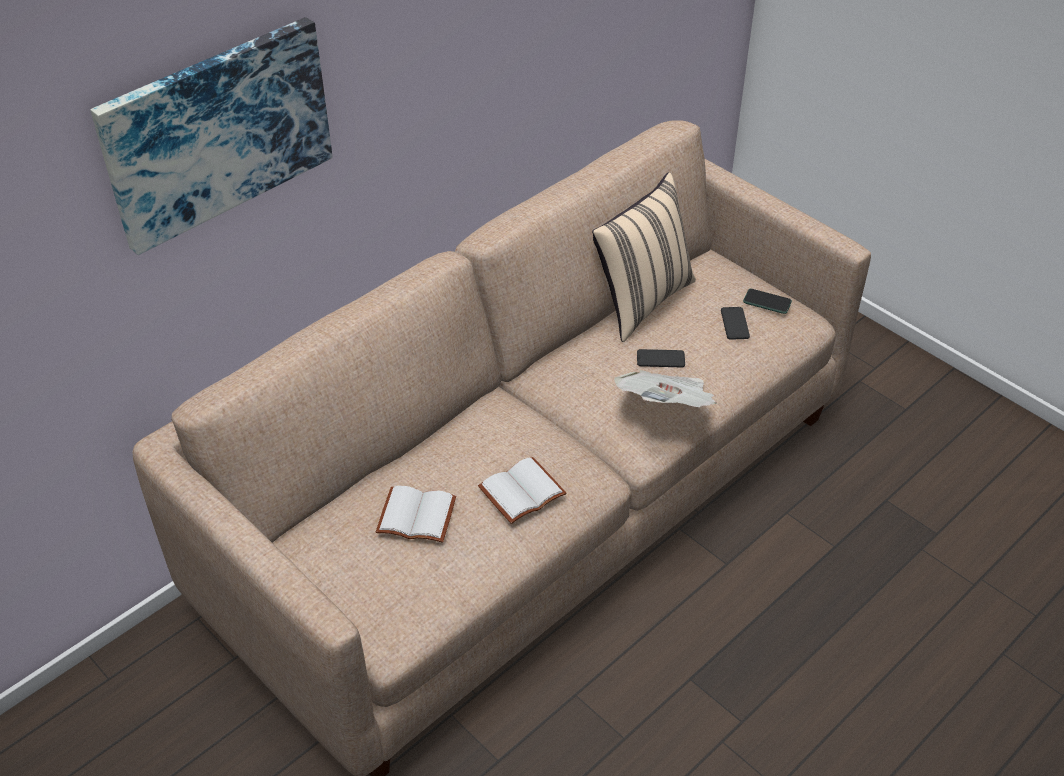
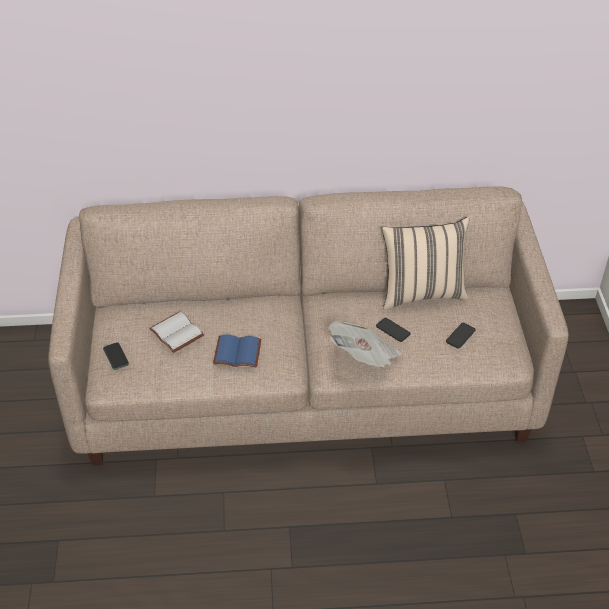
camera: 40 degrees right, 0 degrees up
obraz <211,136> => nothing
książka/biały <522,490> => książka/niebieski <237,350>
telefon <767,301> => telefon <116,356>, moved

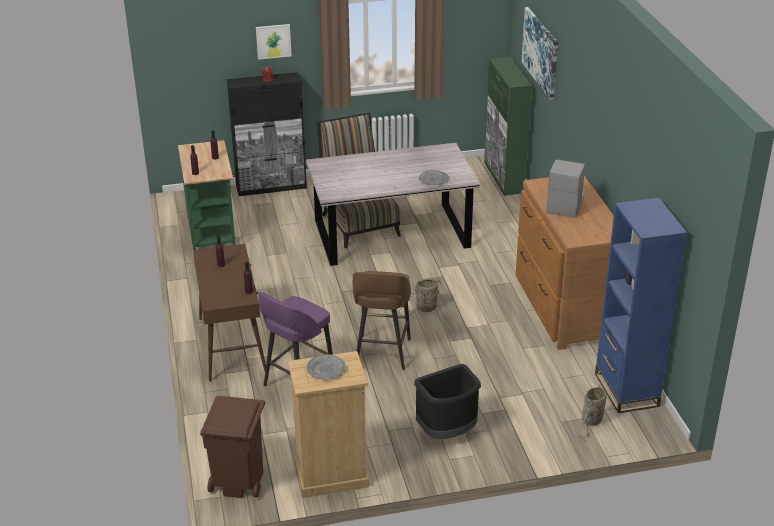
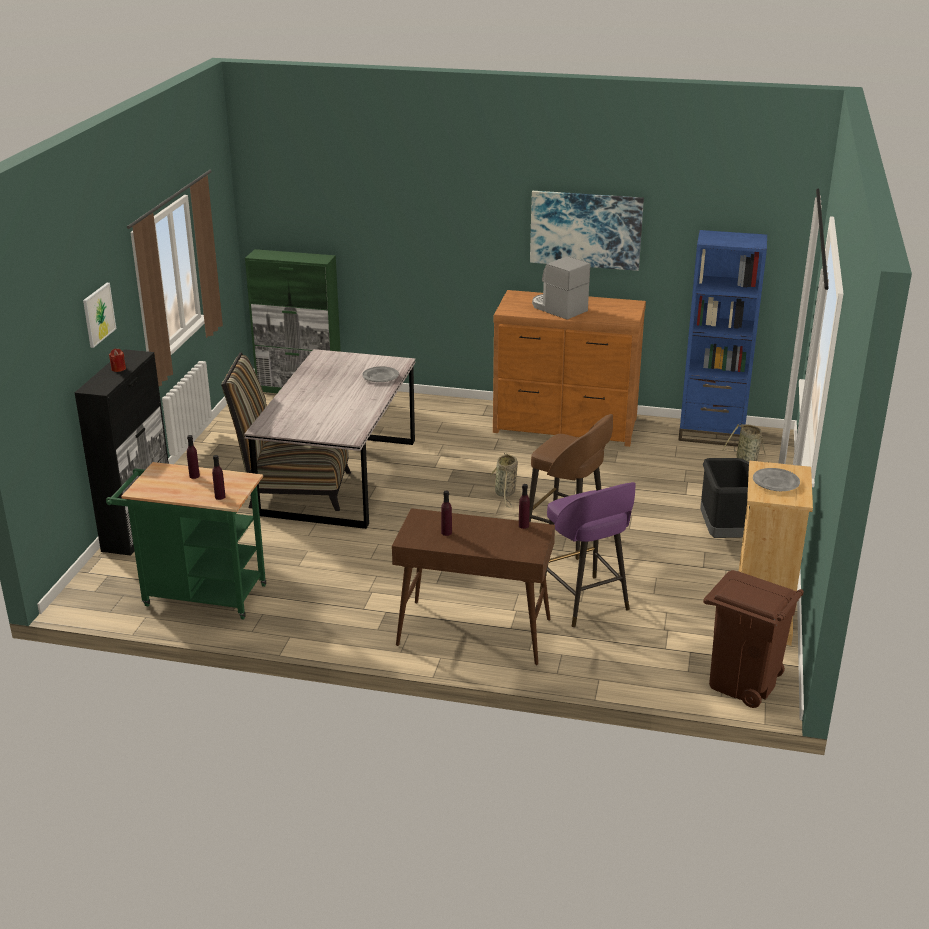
camera: 65 degrees left, 5 degrees down
obraz <539,53> => obraz <587,231>, moved

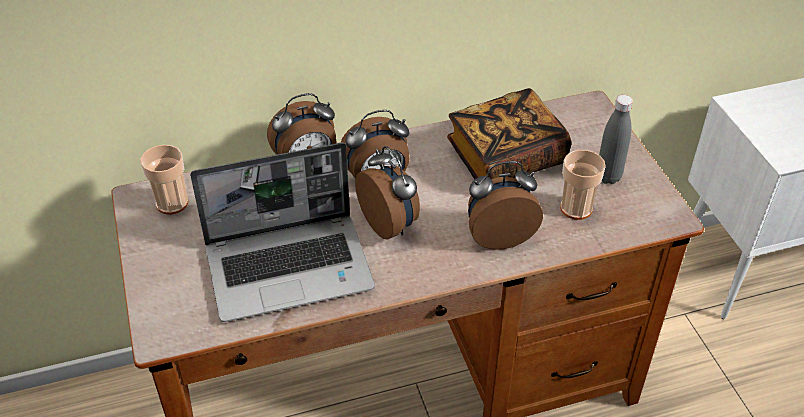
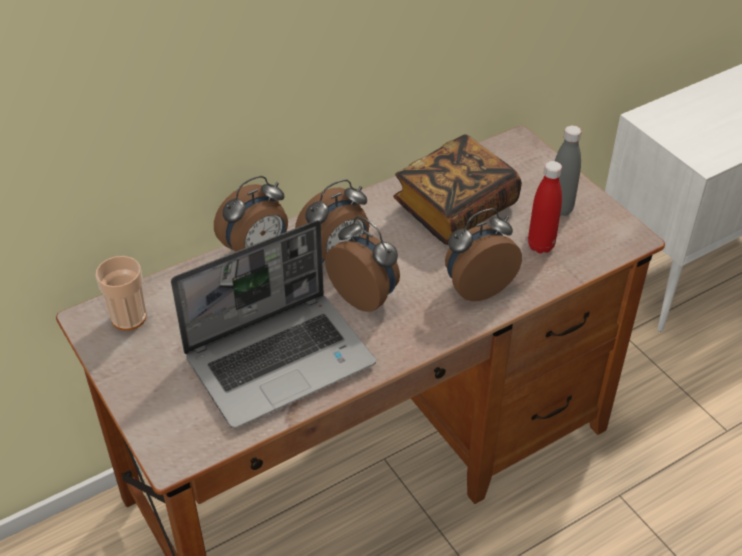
camera: 15 degrees left, 0 degrees up
filiżanka <583,185> => butelka/czerwony <545,207>

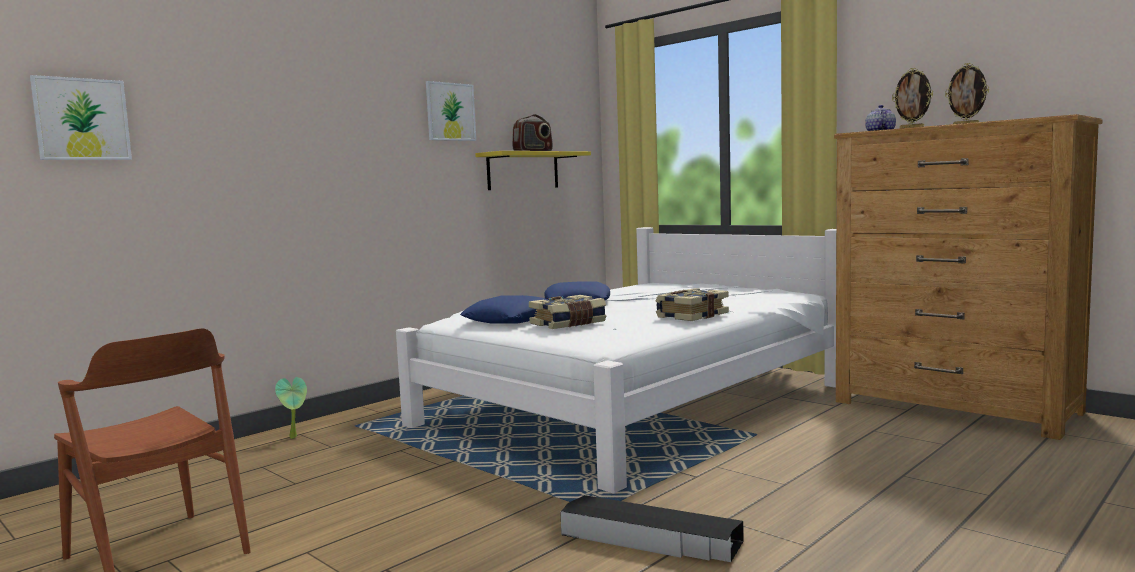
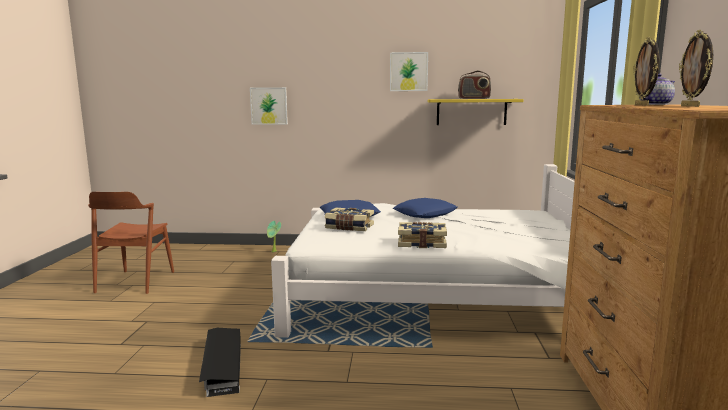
camera: 50 degrees right, 5 degrees up
obraz <81,117> => obraz <269,106>, moved

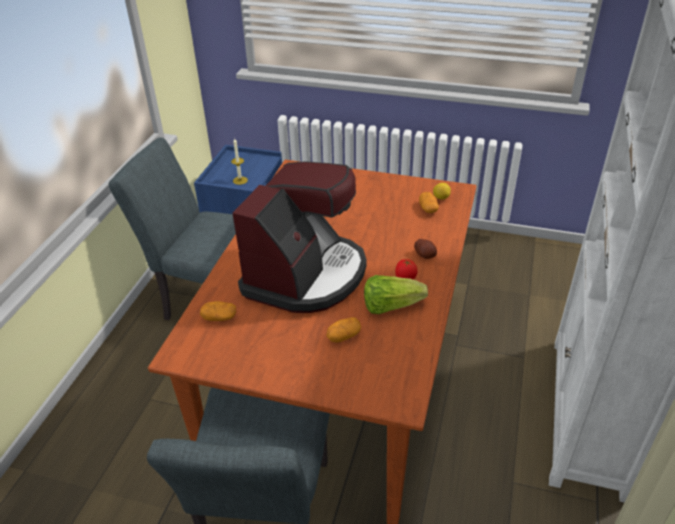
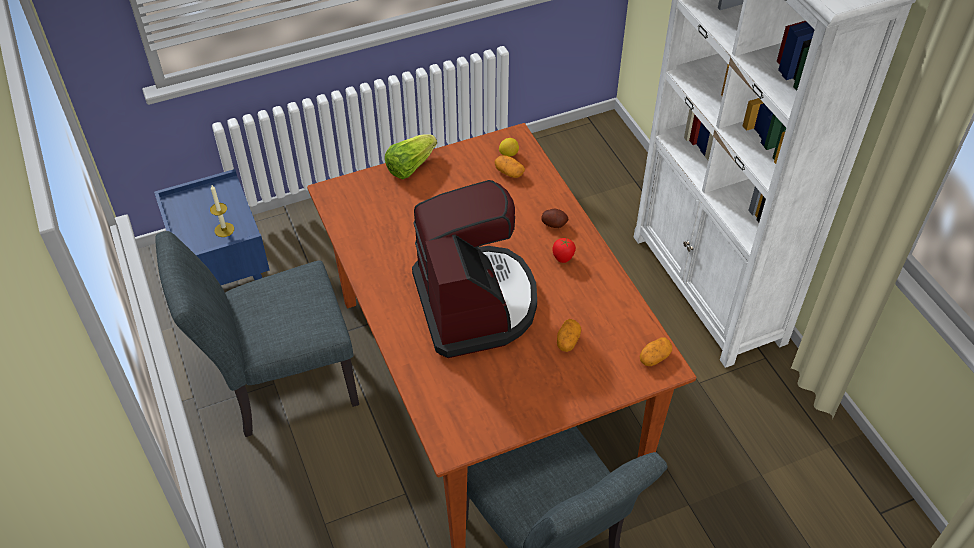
camera: 40 degrees left, 10 degrees up
ziemniak <218,311> => ziemniak <656,351>, moved
sałata <396,294> => sałata <411,156>, moved

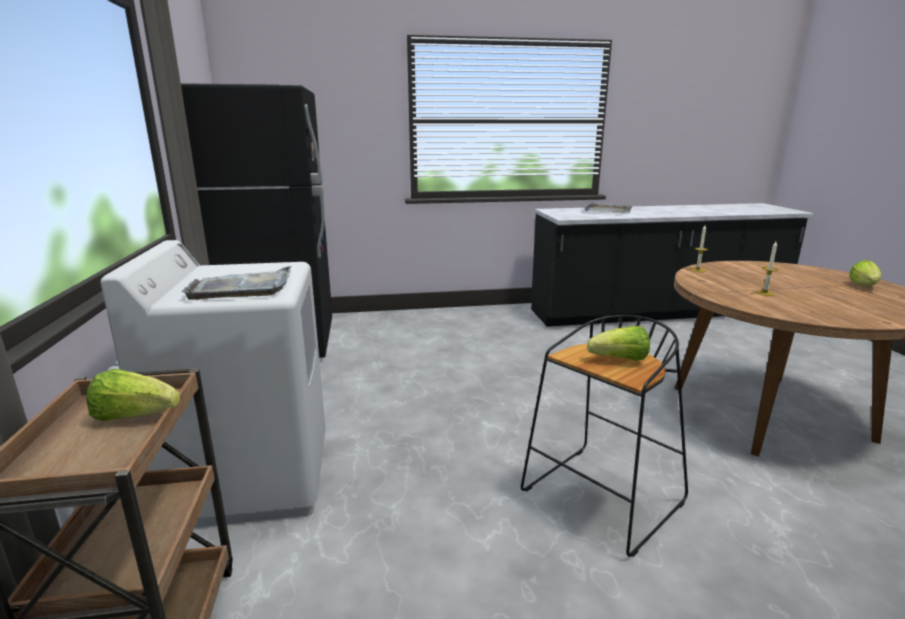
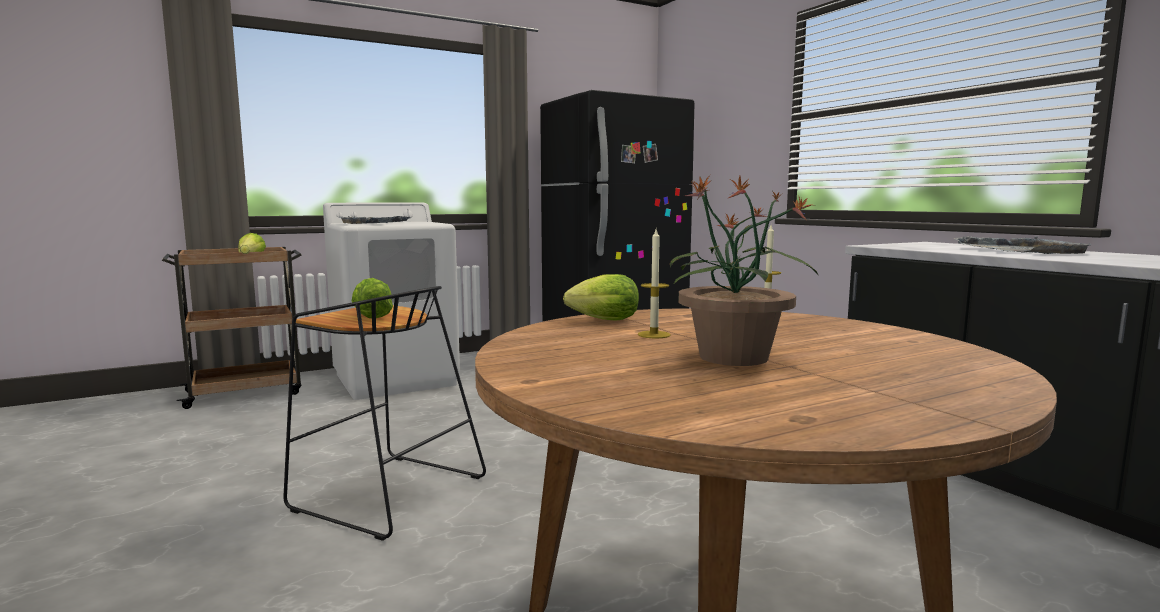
camera: 70 degrees right, 10 degrees down
sałata <865,273> => sałata <601,297>, moved
nothing => roślina doniczkowa <744,270>

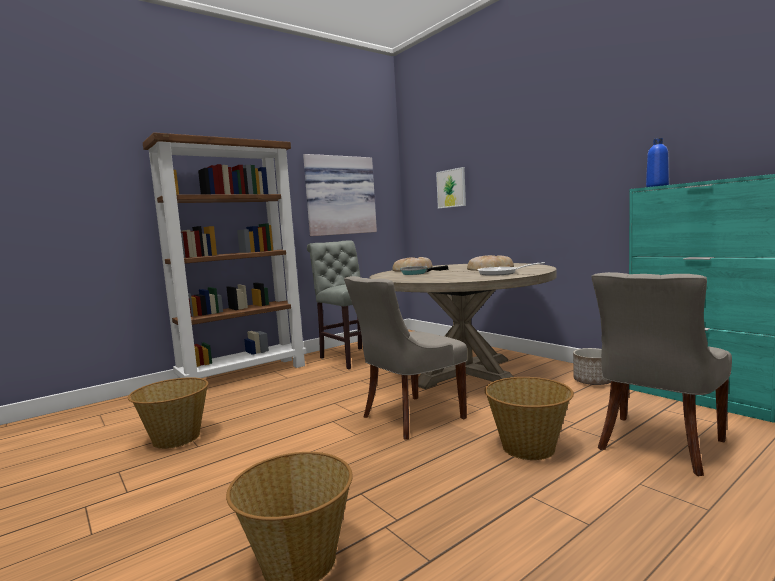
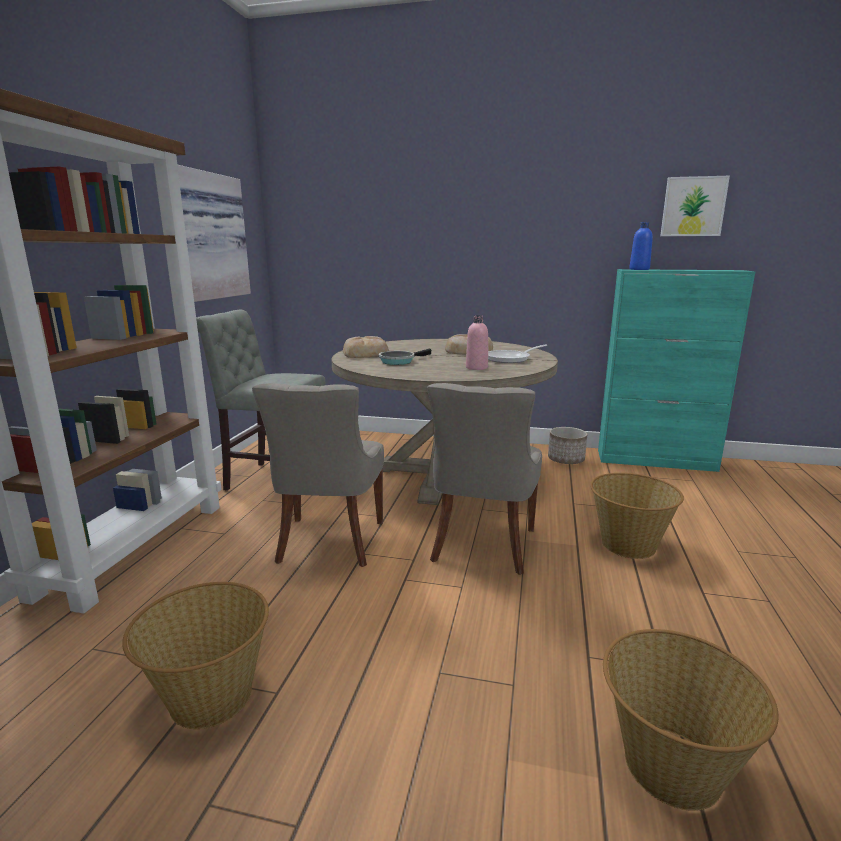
camera: 40 degrees left, 10 degrees up
obraz <451,188> => obraz <695,206>, moved
krzesło/szary <662,374> => krzesło/szary <318,475>, moved
nothing => butelka/różowy <477,342>

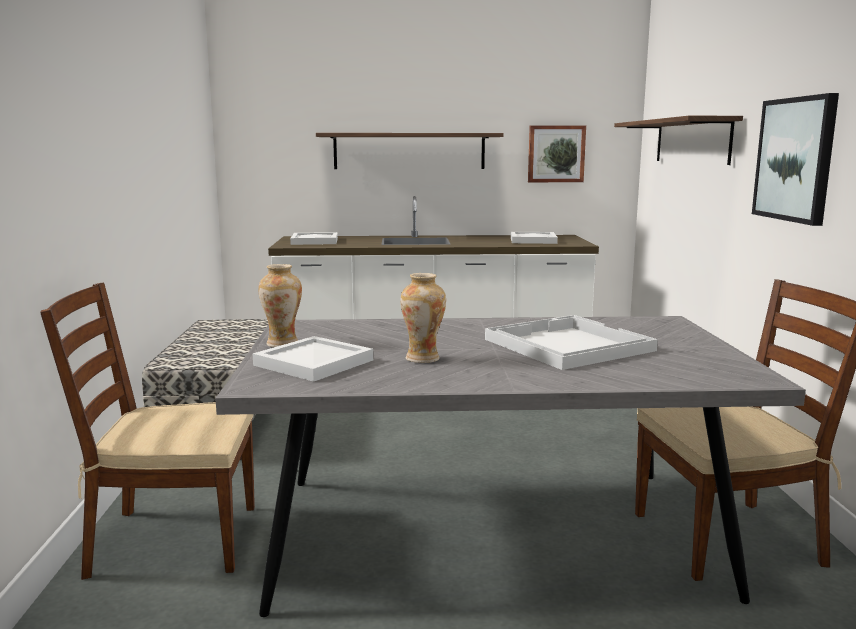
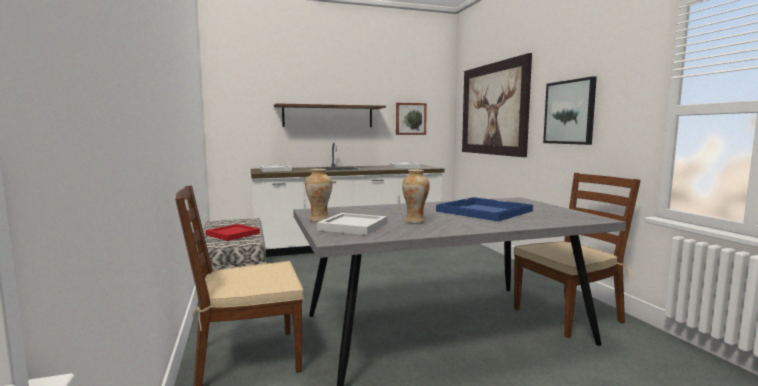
camera: 15 degrees left, 5 degrees down
taca/biały <571,342> => taca/niebieski <484,209>
półka <678,140> => obraz <497,105>
nothing => taca/czerwony <233,232>

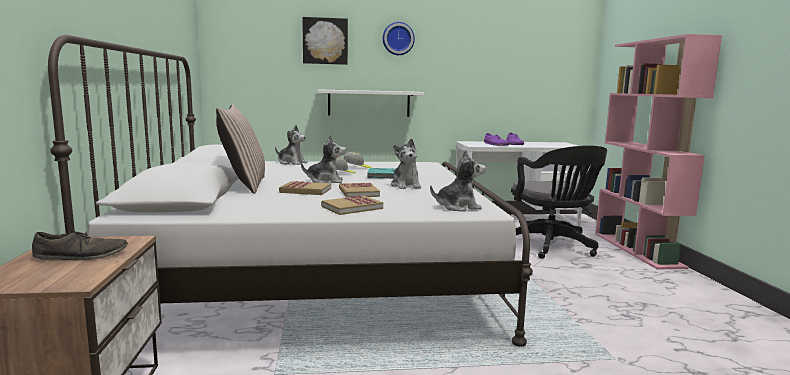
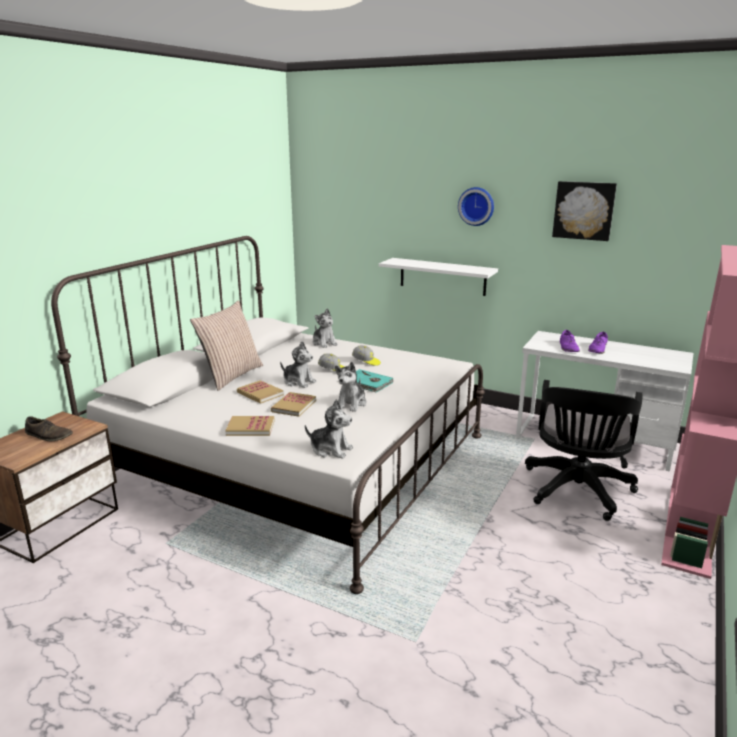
camera: 35 degrees right, 10 degrees up
obraz <325,41> => obraz <584,211>, moved

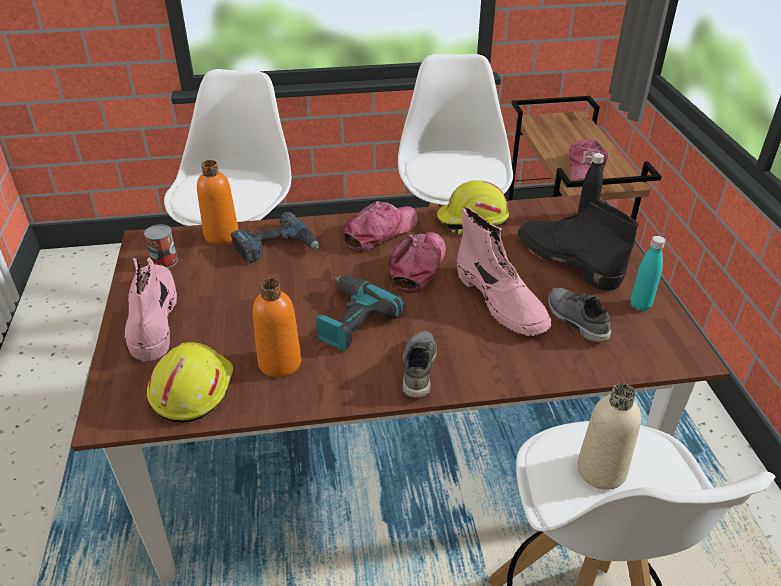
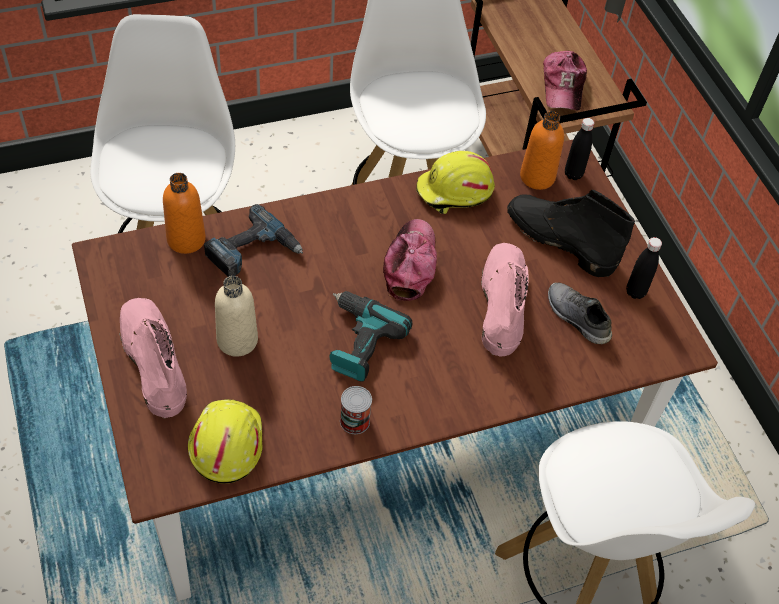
camera: 15 degrees left, 15 degrees up
puszka <161,246> => puszka <356,410>, moved
butelka/pomarańczowy <277,327> => butelka/pomarańczowy <542,150>, moved
czapka z daszkiem <380,226> => nothing
but/szary <419,364> => nothing
but z cholewką/różowy <504,271> => but z cholewką/różowy <504,299>, 135 degrees counterclockwise
butelka/beżowy <609,436> => butelka/beżowy <236,316>, moved
butelka/turkusowy <648,273> => butelka/czarny <644,268>

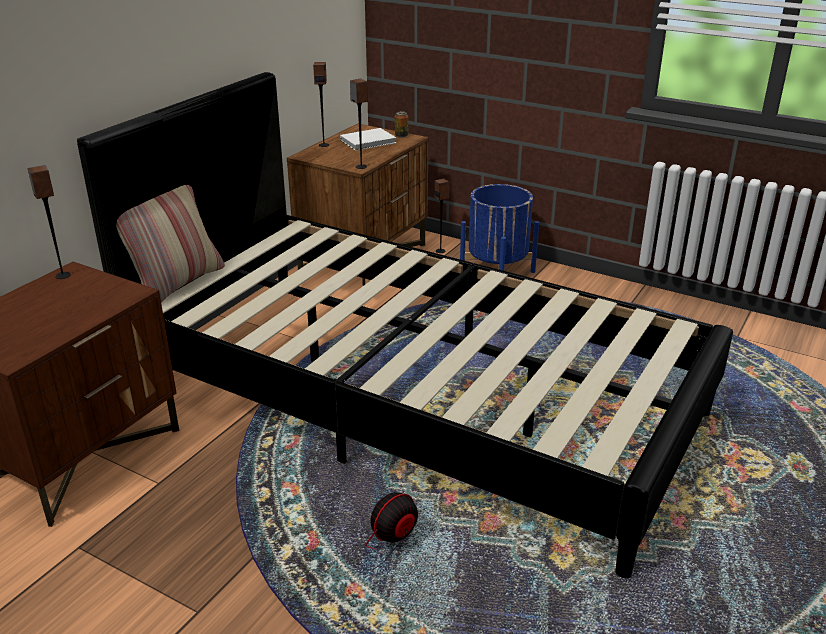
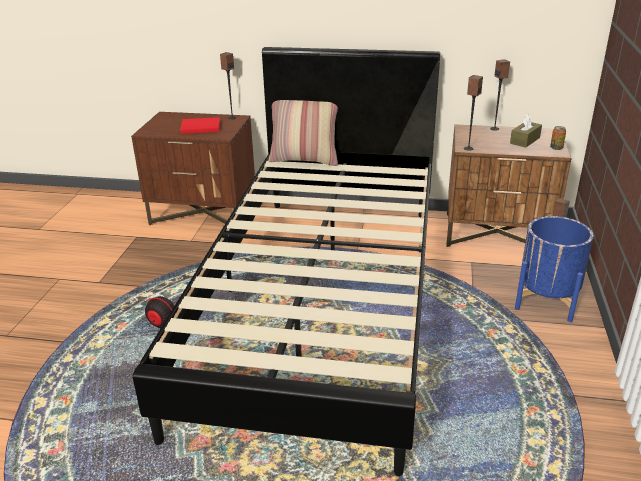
camera: 70 degrees right, 0 degrees up
książka/biały <368,139> => pudełko chusteczek/brązowy <526,130>
nothing => książka/czerwony <200,125>

